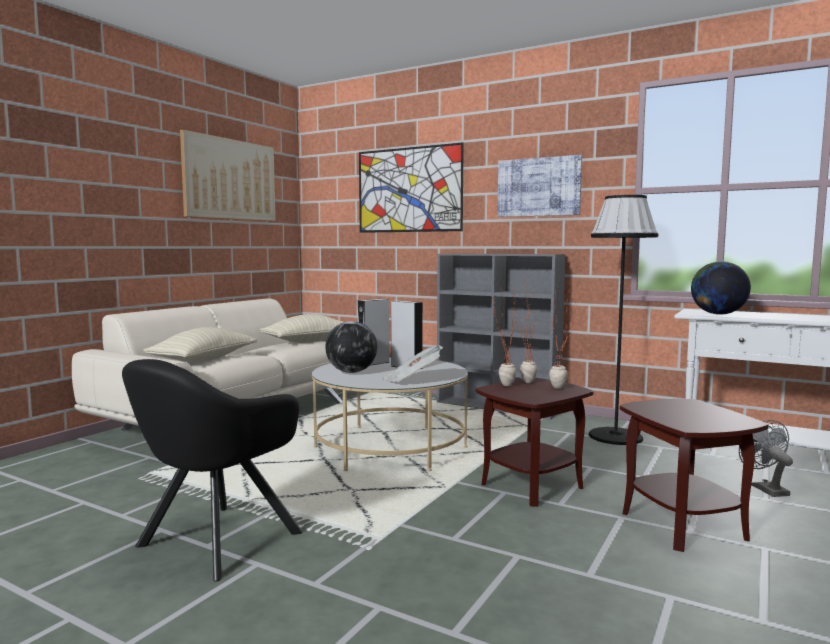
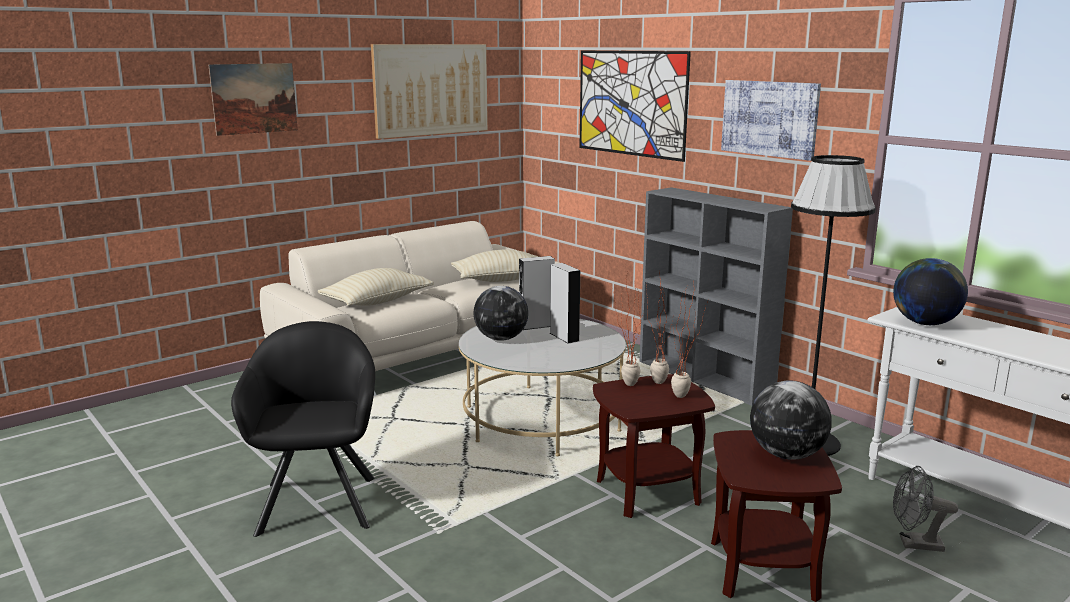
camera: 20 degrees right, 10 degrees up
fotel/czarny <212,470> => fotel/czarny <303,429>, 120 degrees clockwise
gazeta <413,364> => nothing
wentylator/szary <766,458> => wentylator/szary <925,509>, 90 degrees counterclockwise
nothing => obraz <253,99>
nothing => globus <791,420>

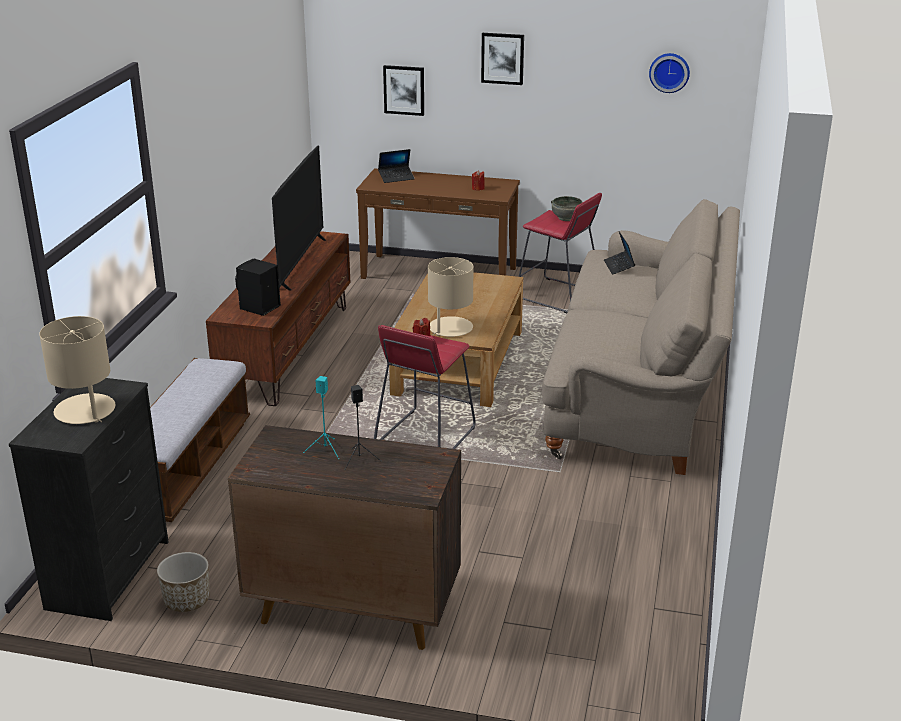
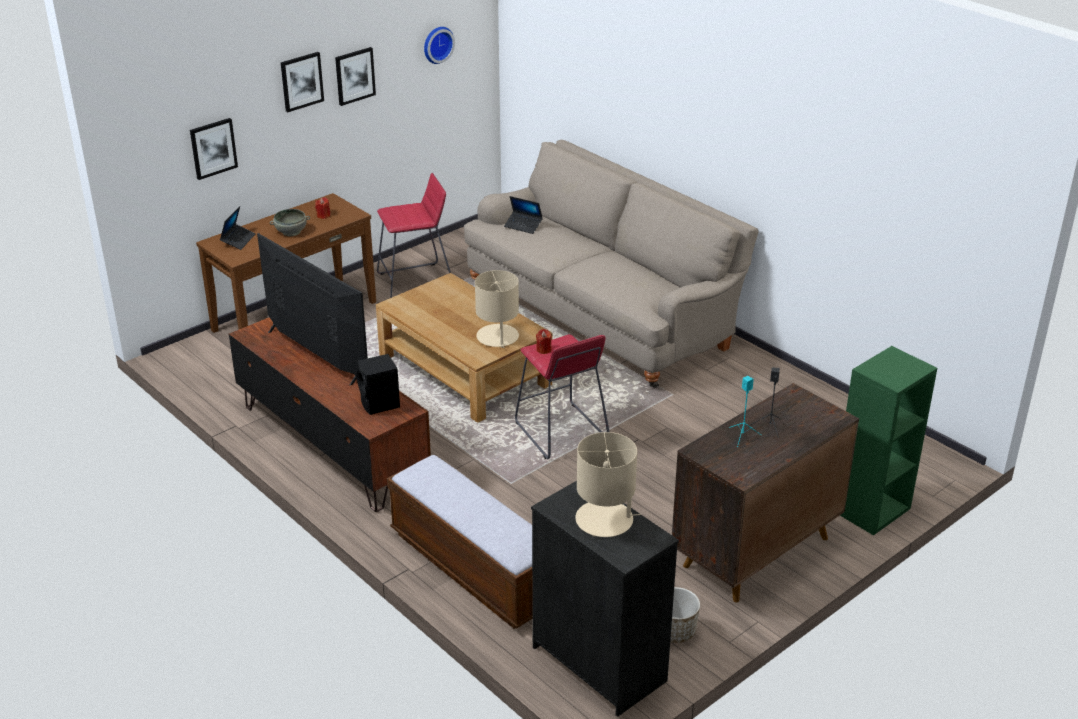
camera: 55 degrees left, 5 degrees up
miska/szary <567,208> => miska/szary <290,222>, moved
nothing => obraz <355,76>
nothing => regał/zielony <888,440>

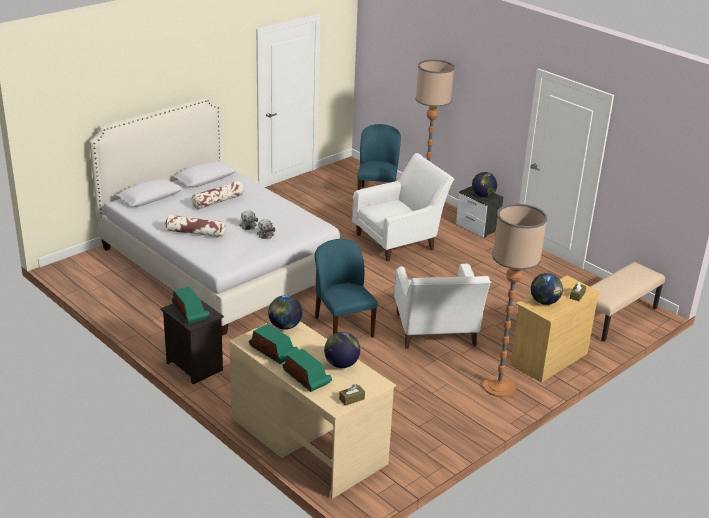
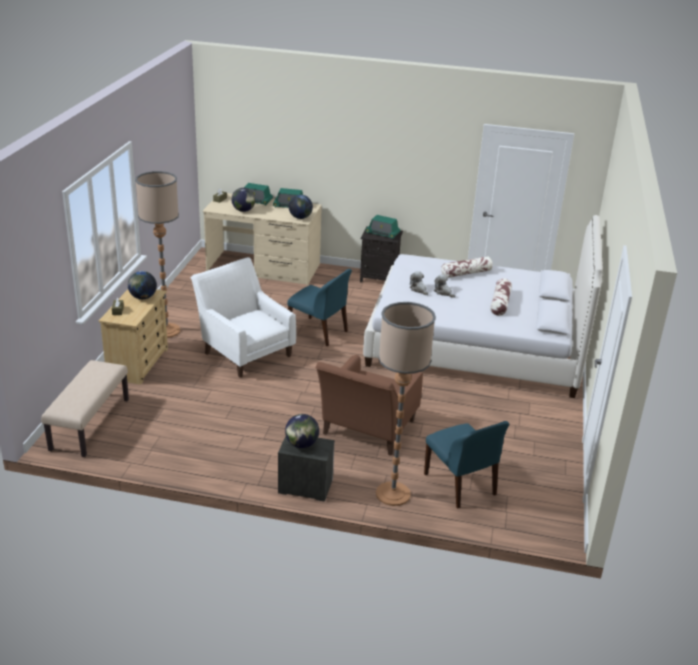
camera: 145 degrees right, 0 degrees up
fotel/biały <403,207> => fotel/brązowy <369,405>

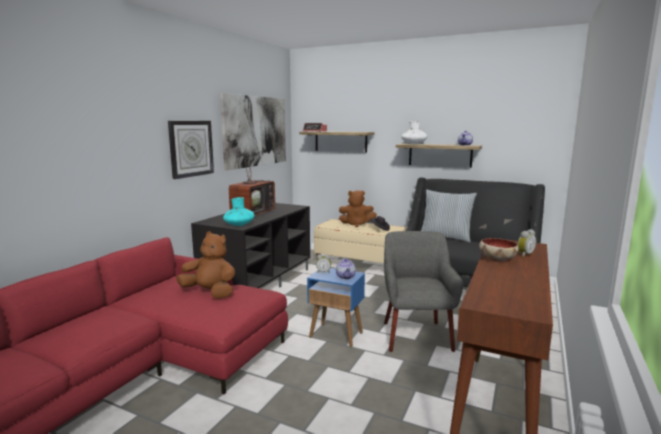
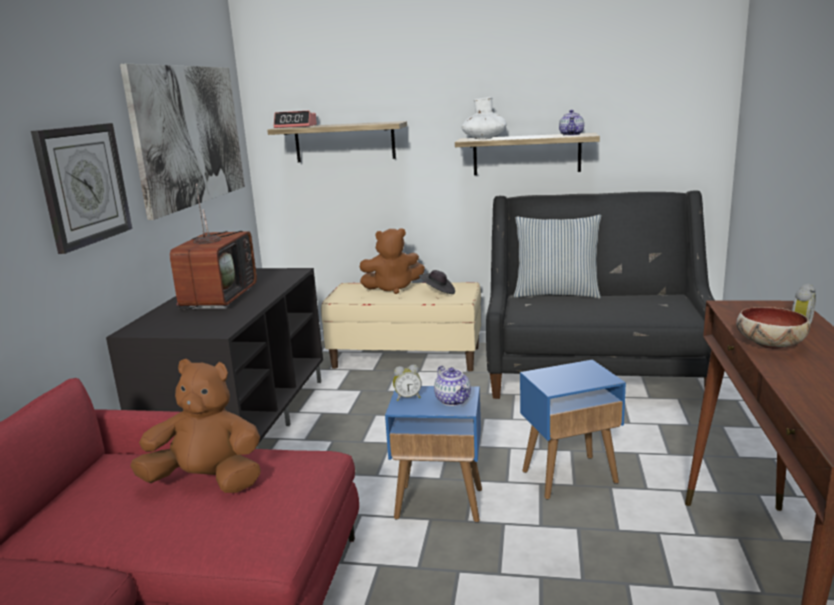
camera: 15 degrees left, 5 degrees up
wazon/turkusowy <239,211> => nothing
fotel/szary <423,291> => stolik/niebieski <573,430>

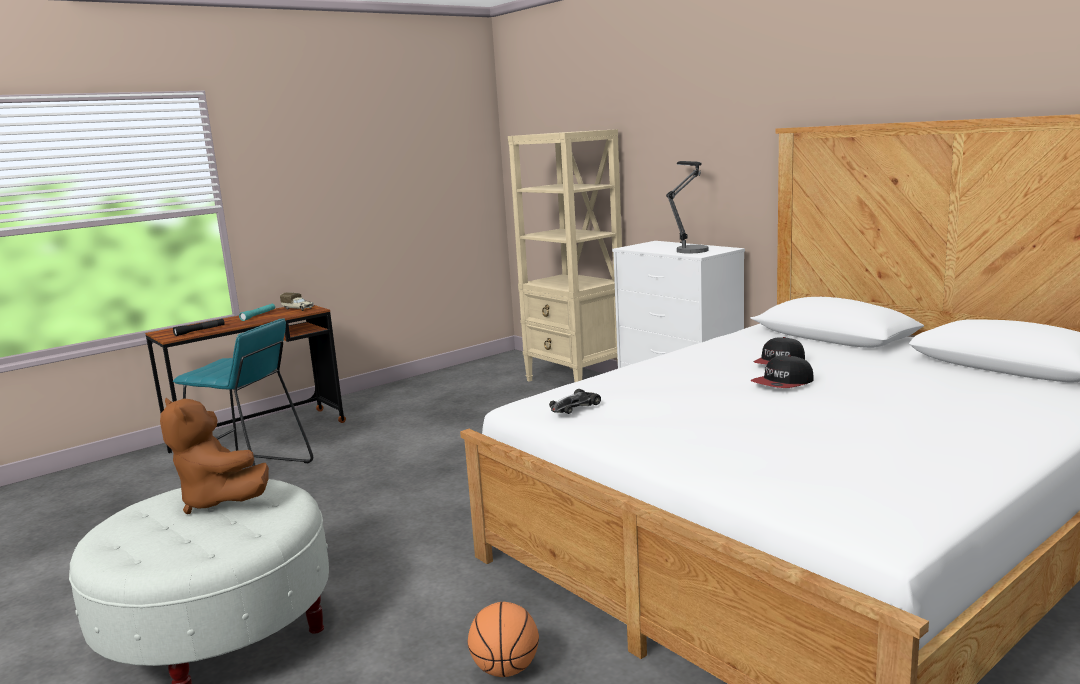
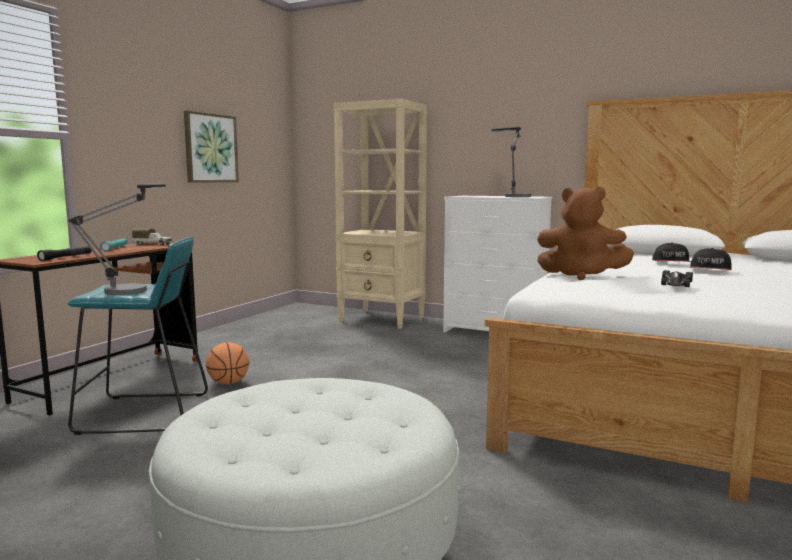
camera: 25 degrees left, 5 degrees down
pluszak/brązowy <214,456> => pluszak/brązowy <585,233>, moved
piłka do koszykówki <503,639> => piłka do koszykówki <227,363>, moved
samochodzik <575,401> => samochodzik <677,278>, moved
nothing => lampa stołowa <117,239>
nothing => obraz <211,146>

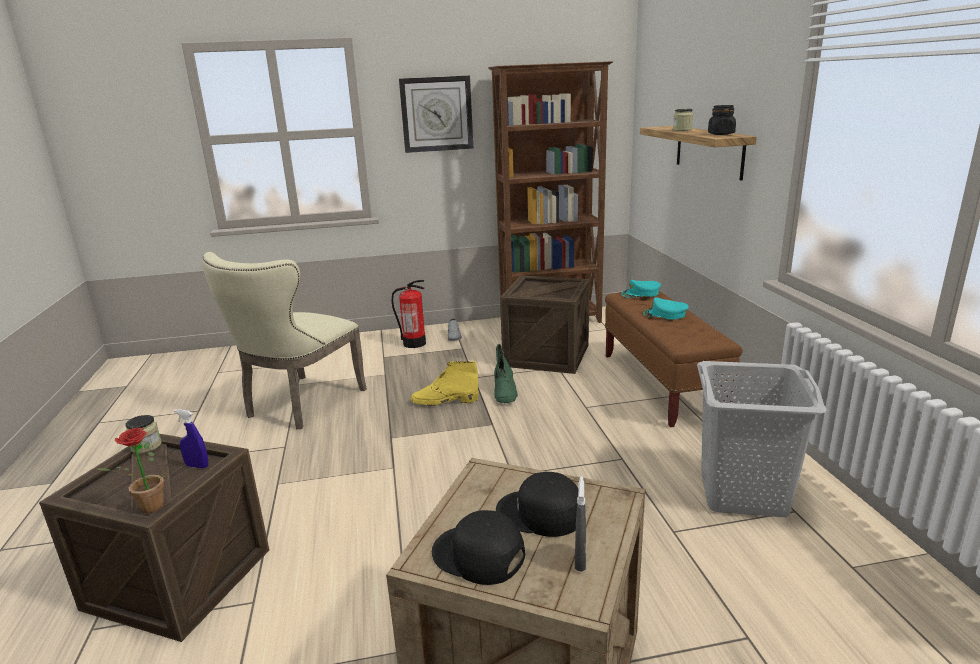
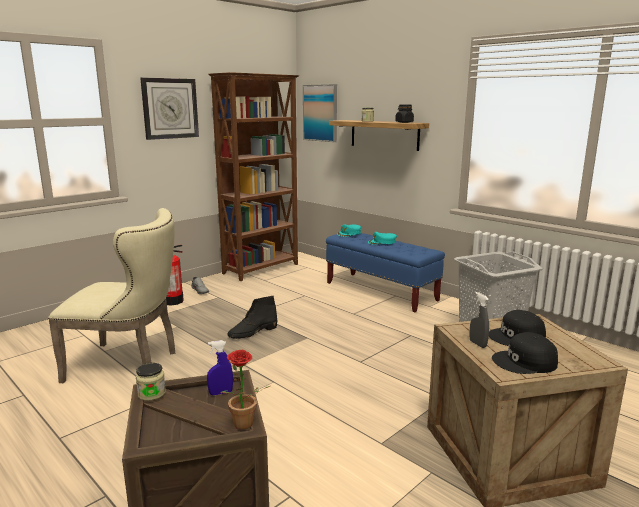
camera: 35 degrees left, 5 degrees down
krzesło/beżowy <284,340> => krzesło/beżowy <111,295>, 75 degrees counterclockwise
but z cholewką/żółty <445,383> => but z cholewką/czarny <252,317>
but z cholewką/zielony <506,373> => nothing
skrzynka <545,324> => nothing
spryskiwacz/szary <580,523> => spryskiwacz/szary <479,320>, moved
ławka/brązowy <674,359> => ławka/niebieski <385,273>
nothing => obraz <320,113>

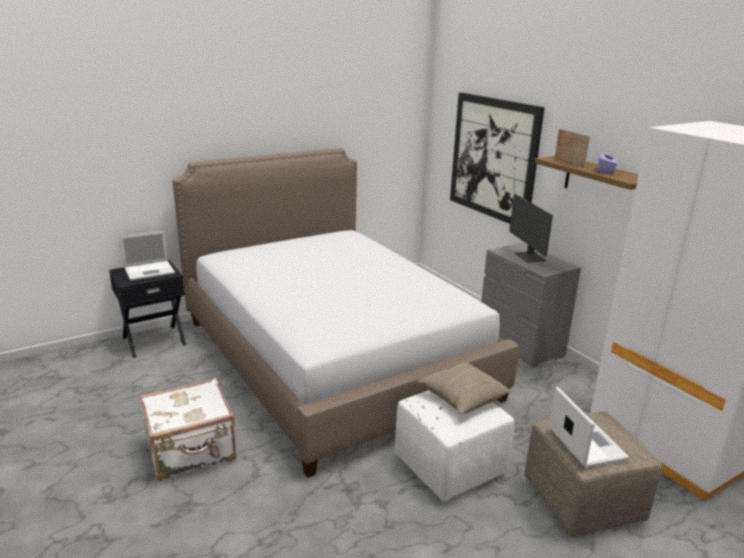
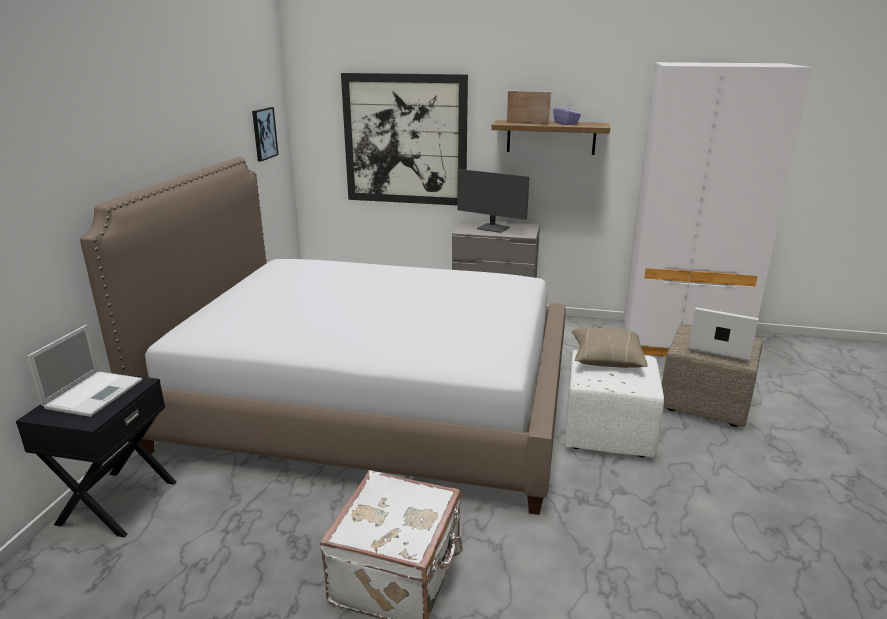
camera: 45 degrees left, 0 degrees up
nothing => obraz <265,134>

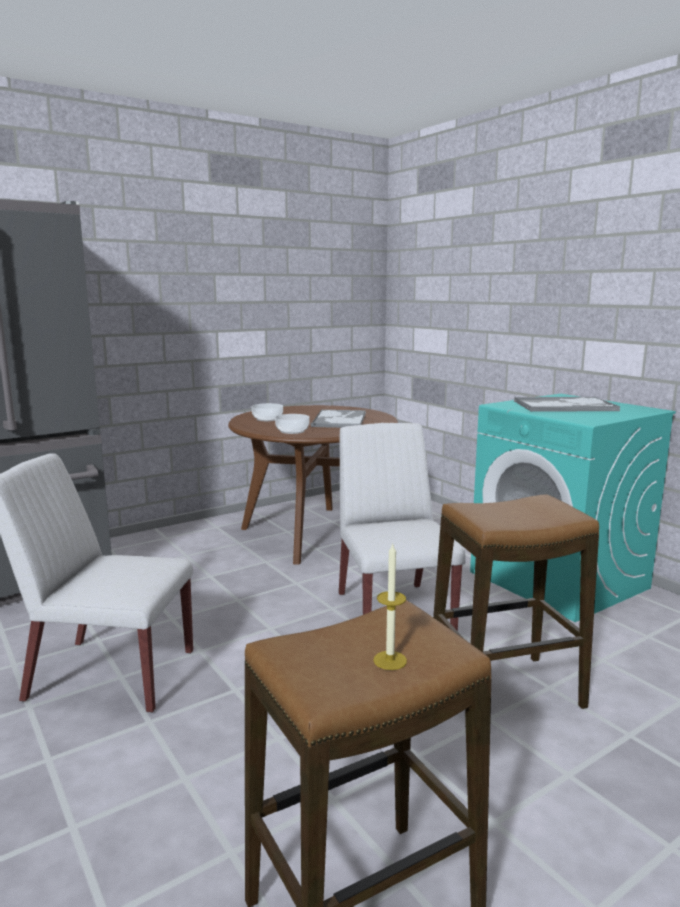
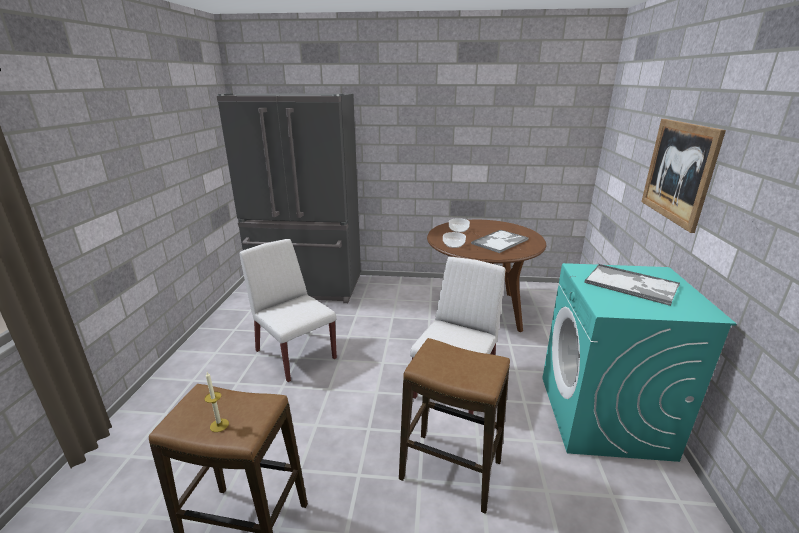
camera: 40 degrees right, 10 degrees up
nothing => obraz <683,176>

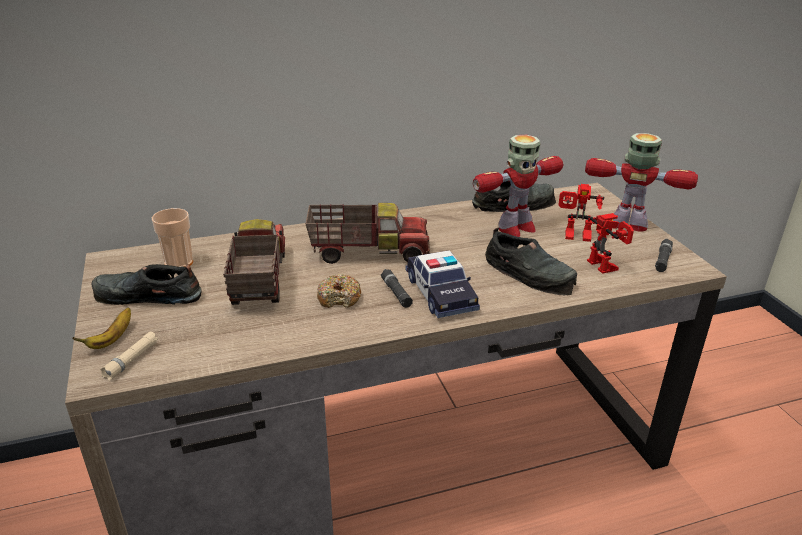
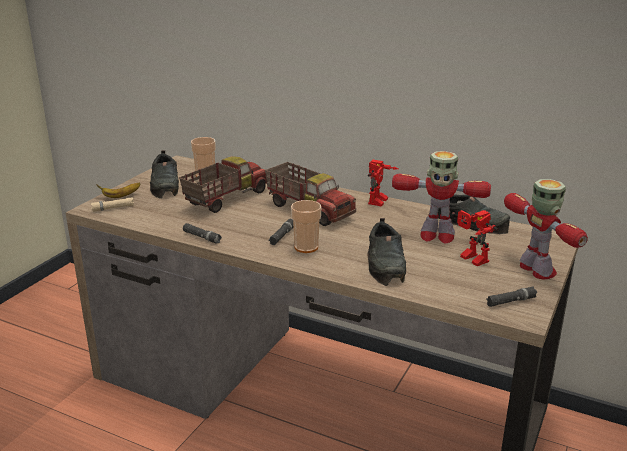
camera: 45 degrees right, 5 degrees down
but/czarny <147,284> => but/czarny <164,174>, 150 degrees counterclockwise
donut <339,291> => nothing
samochodzik <443,284> => filiżanka <306,226>
robot zabawkowy <610,243> => robot zabawkowy <383,183>, moved
nothing => latarka/czarny <202,233>

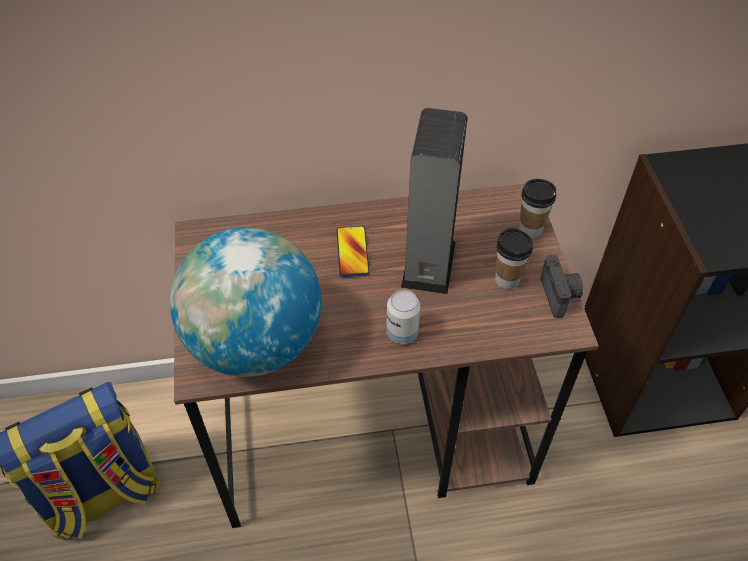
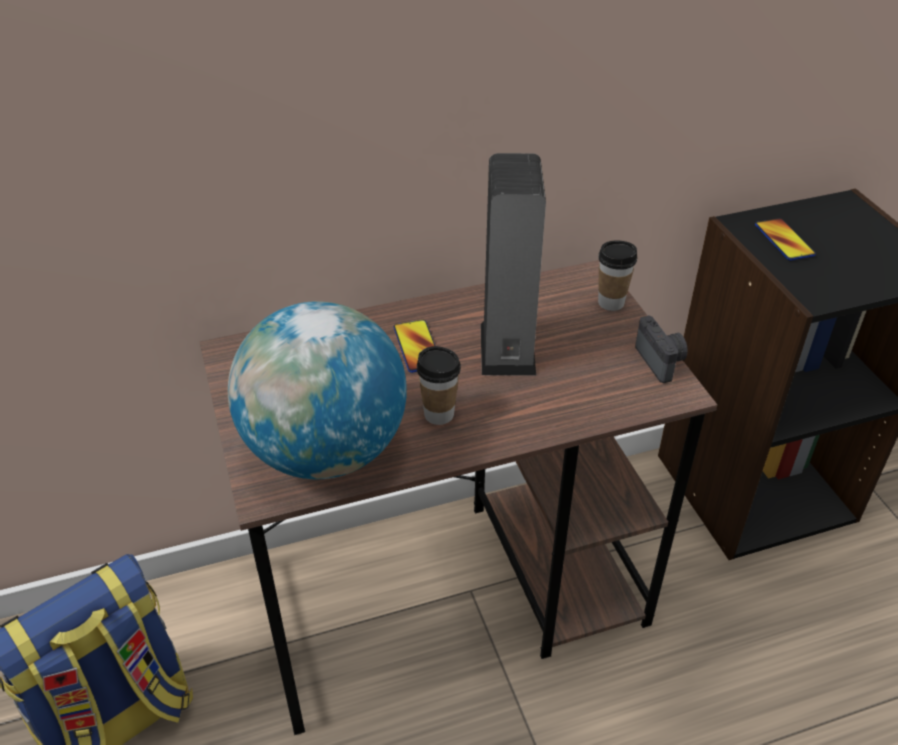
camera: 10 degrees left, 10 degrees down
puszka <403,317> => nothing
filiżanka <514,258> => filiżanka <439,385>, moved
nothing => telefon <785,239>

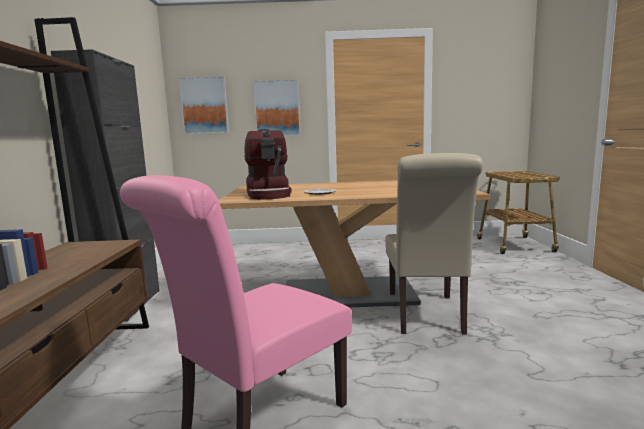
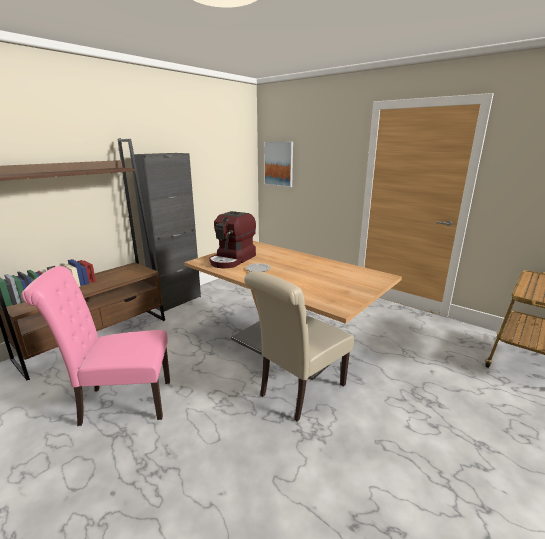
camera: 40 degrees right, 10 degrees up
obraz <277,107> => nothing

